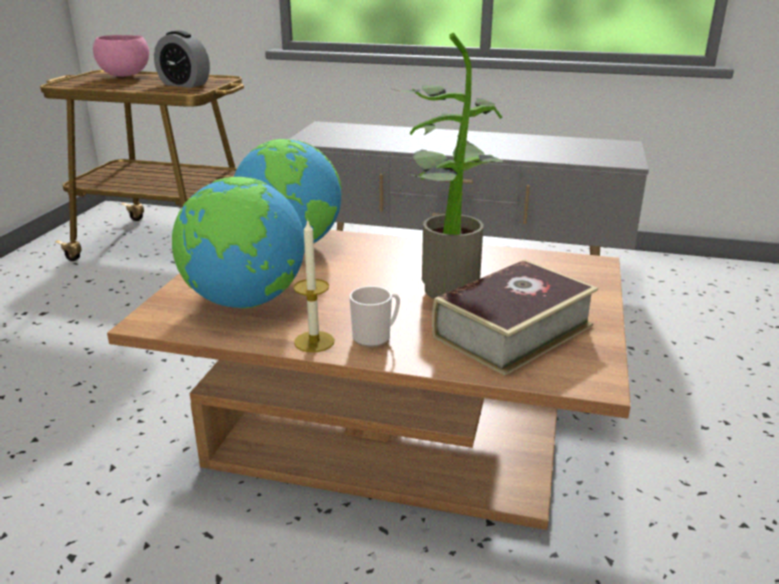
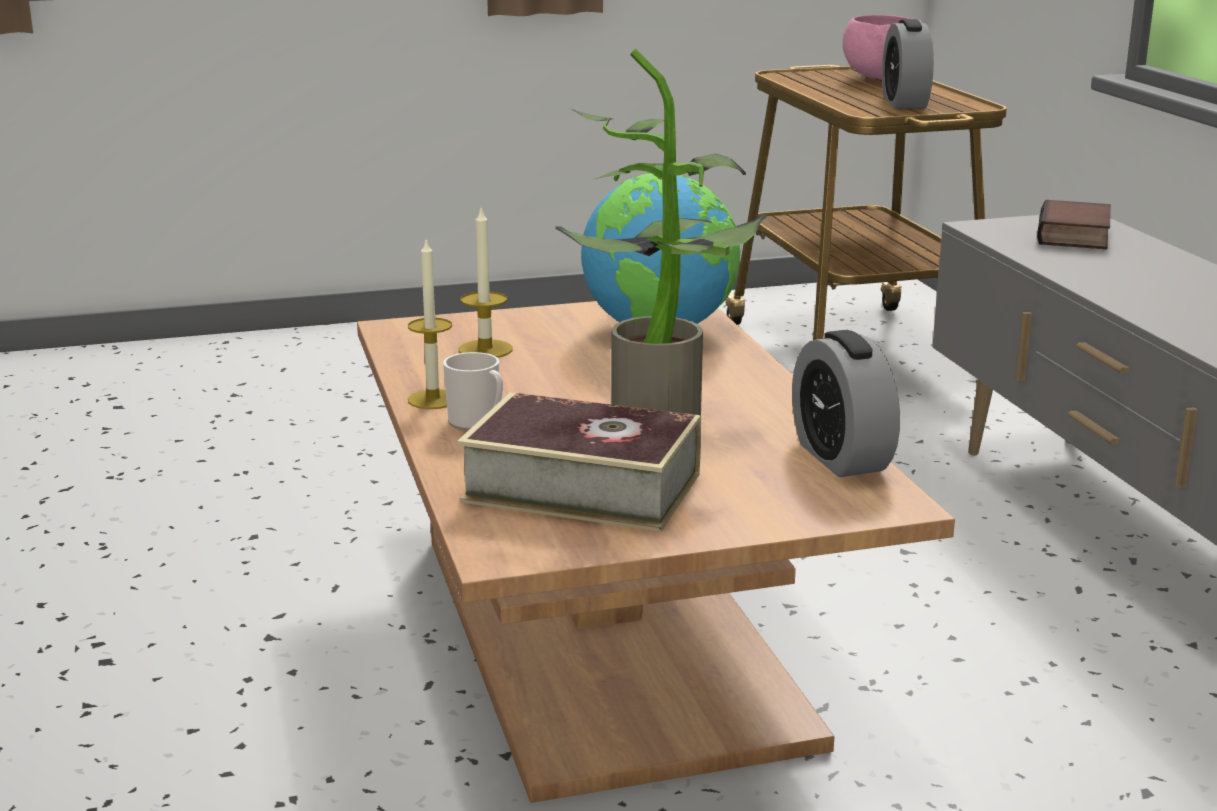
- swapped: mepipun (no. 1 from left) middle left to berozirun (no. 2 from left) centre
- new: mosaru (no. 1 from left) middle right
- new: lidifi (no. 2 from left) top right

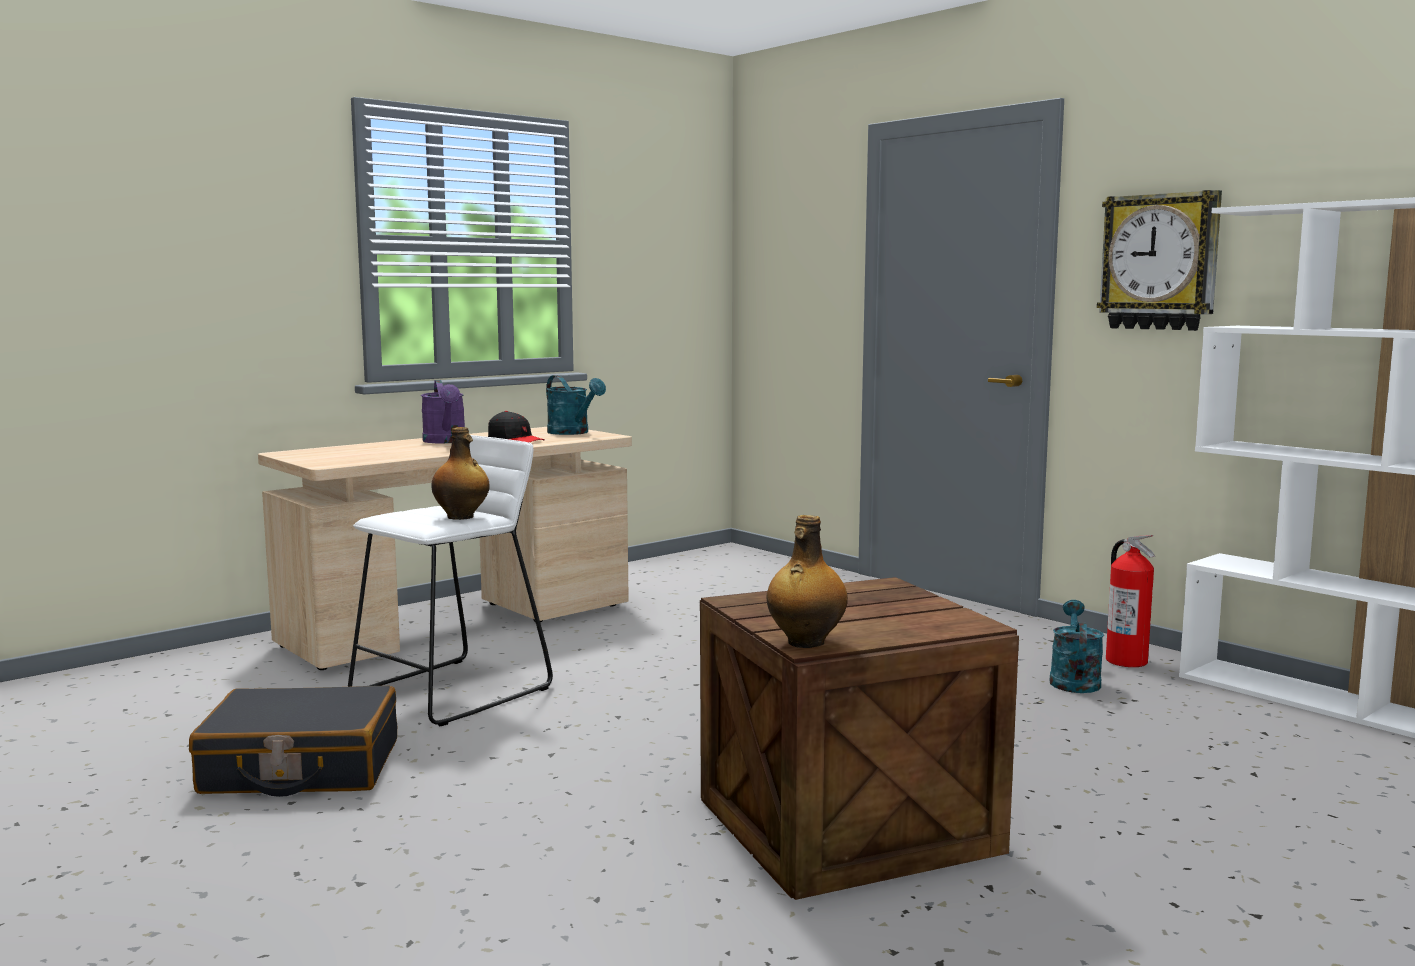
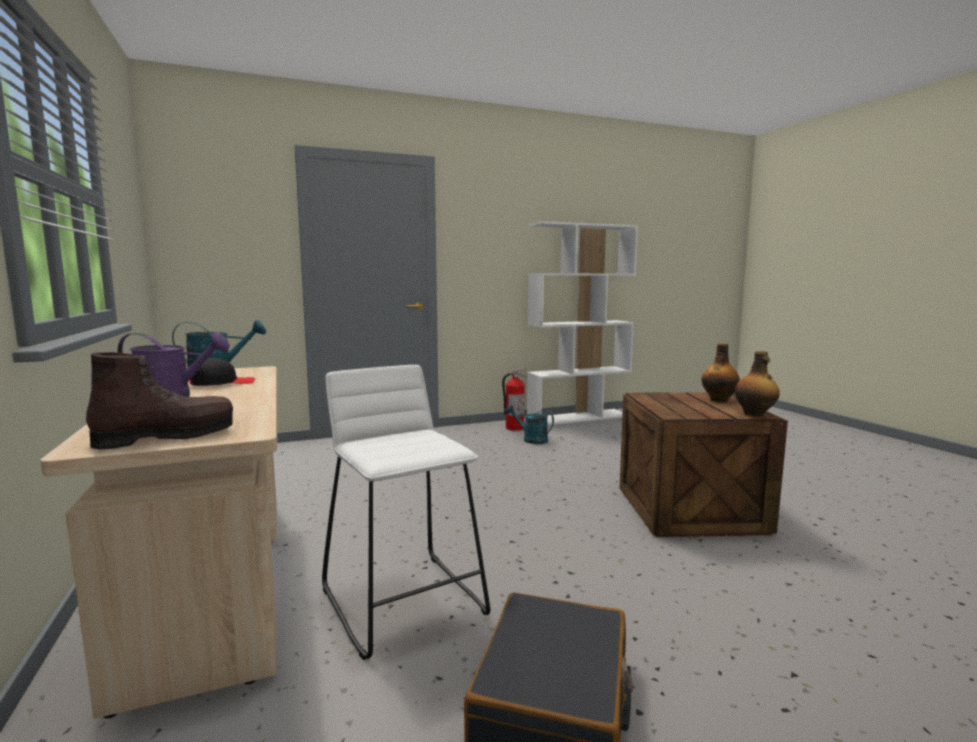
- shifted: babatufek (no. 1 from left) middle left to middle right
- gone: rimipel top right
- new: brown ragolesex middle left

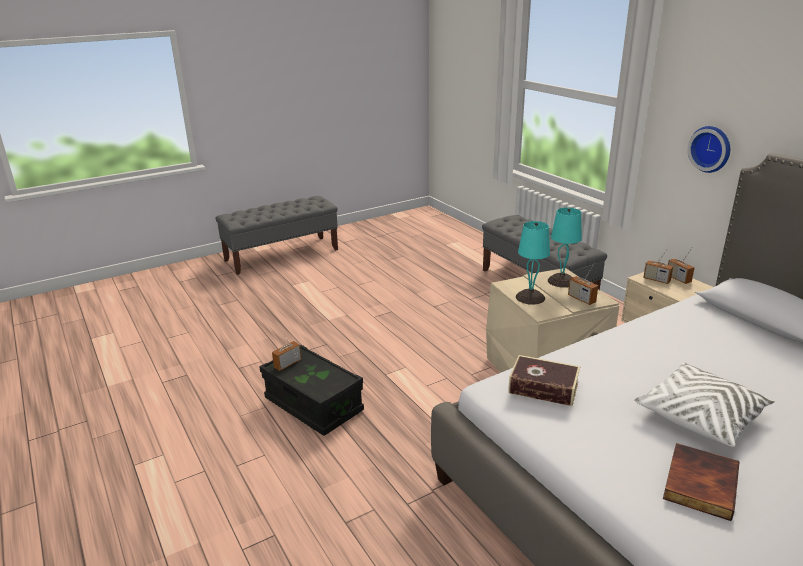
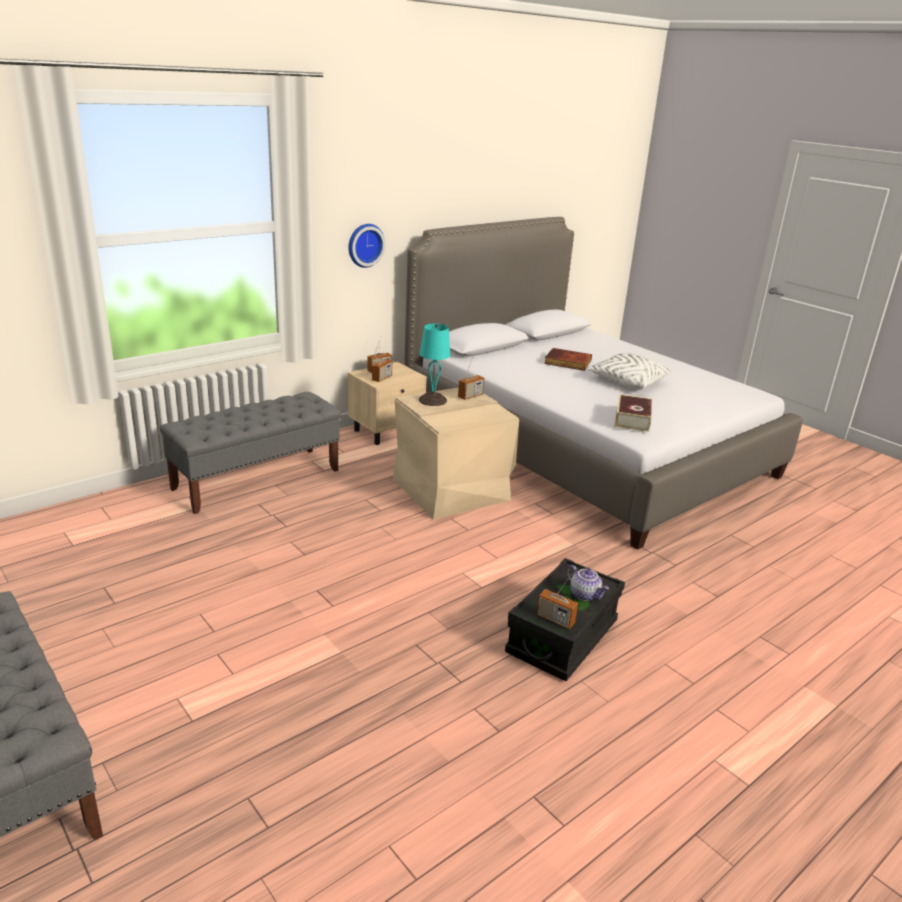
- gone: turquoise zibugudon (no. 1 from left) centre
- shifted: lidifi (no. 2 from left in the first image) bottom right to lidifi (no. 1 from left) centre
- new: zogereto centre

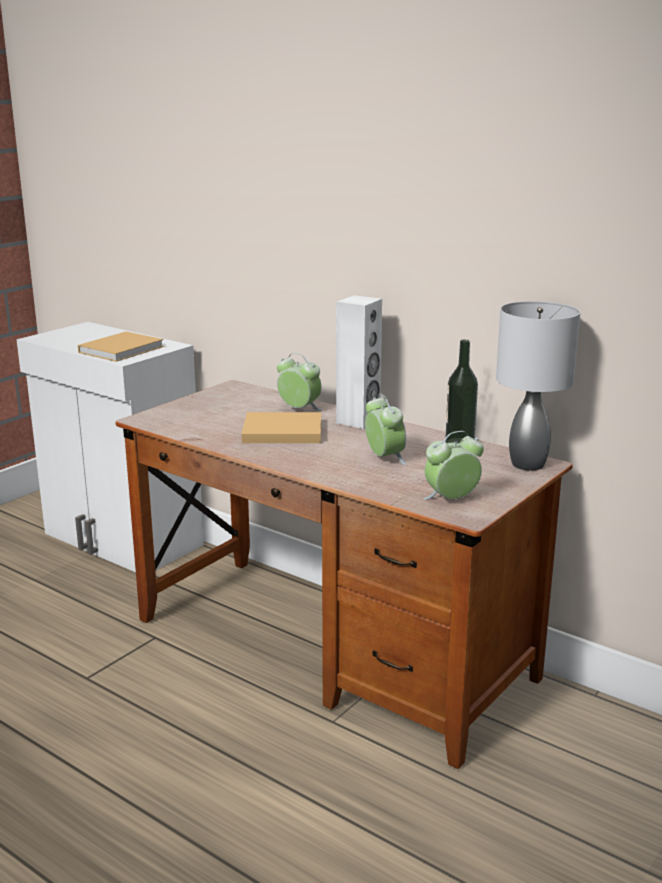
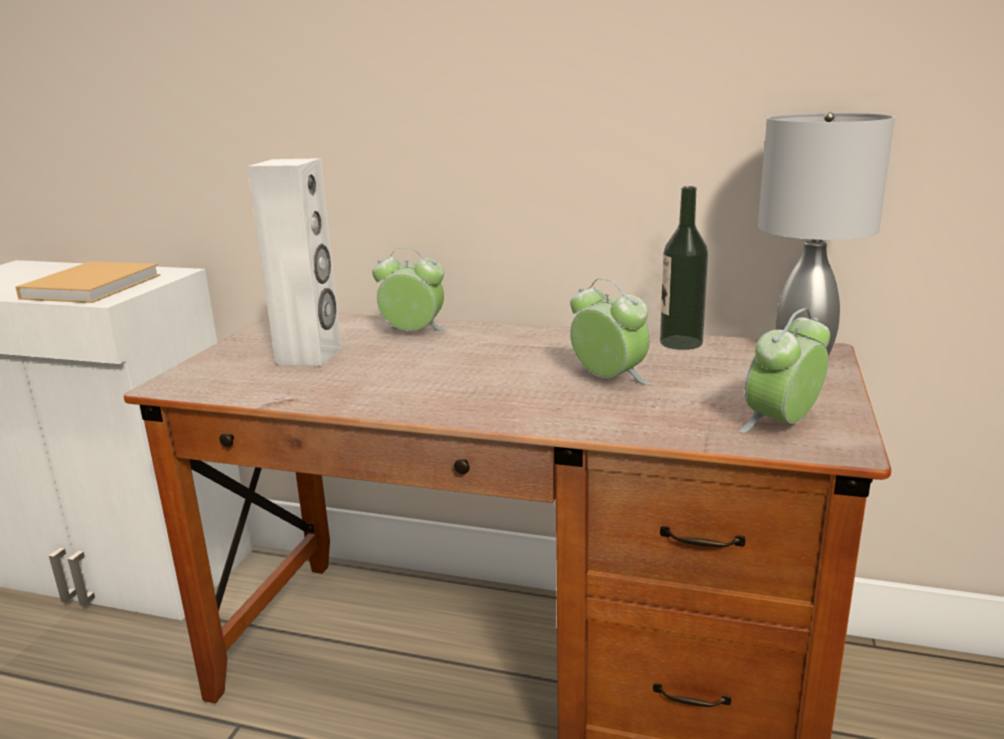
- gone: beige lidifi (no. 2 from left) centre
- shifted: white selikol centre to middle left

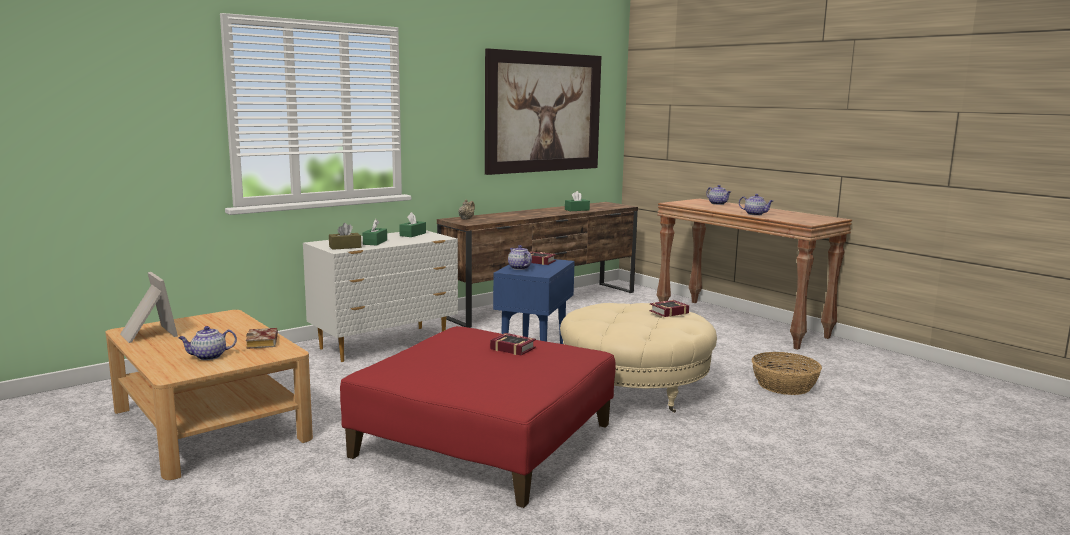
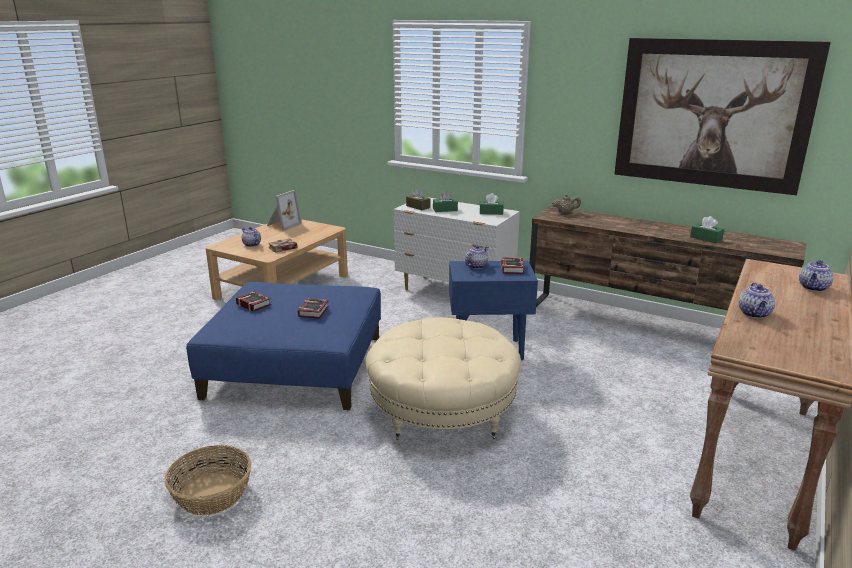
- repainted: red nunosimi bottom centre to blue nunosimi middle left
- shifted: lidifi (no. 4 from left in the first image) centre to lidifi (no. 1 from left) middle left
- shifted: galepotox bottom right to bottom left

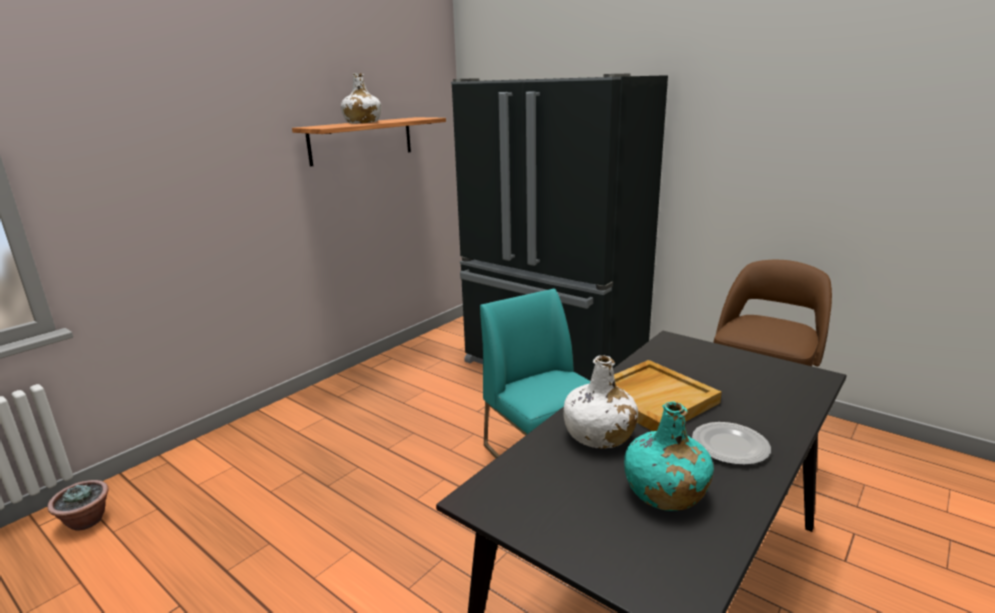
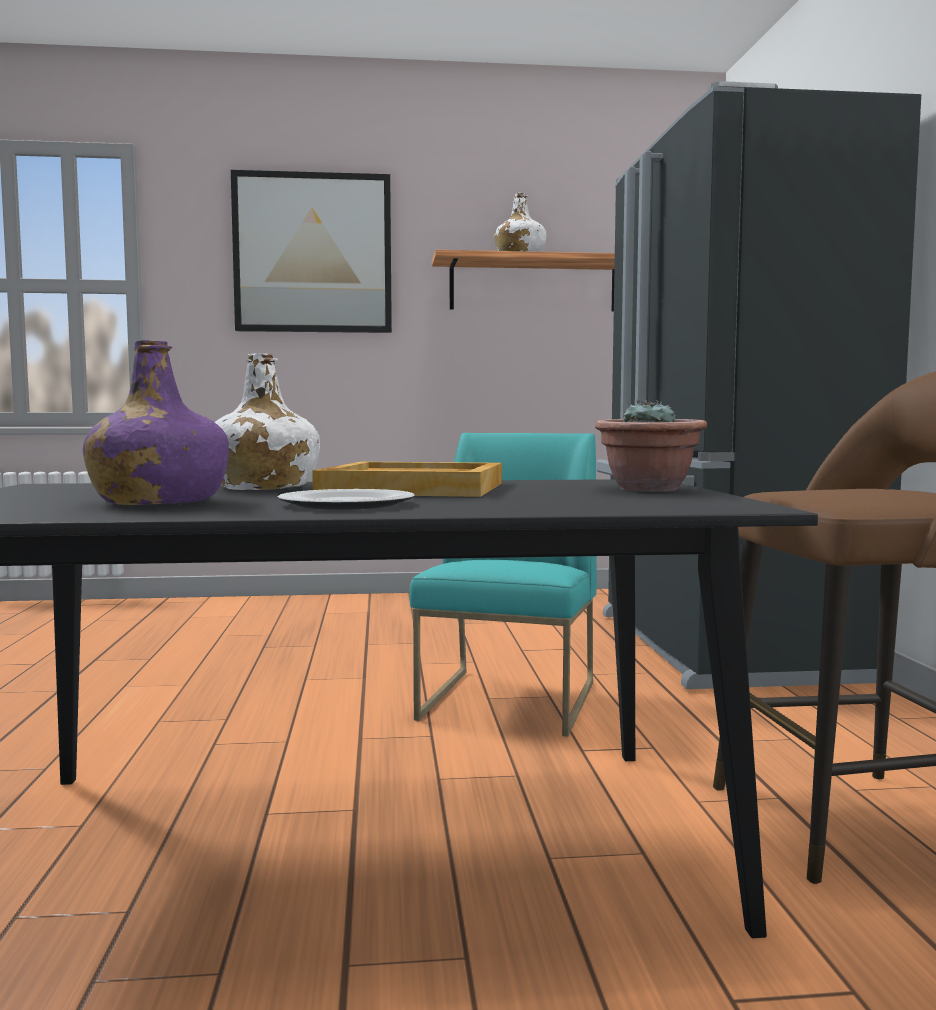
- shifted: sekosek bottom left to middle right
- repainted: turquoise babatufek bottom right to purple babatufek middle left
- new: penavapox top left

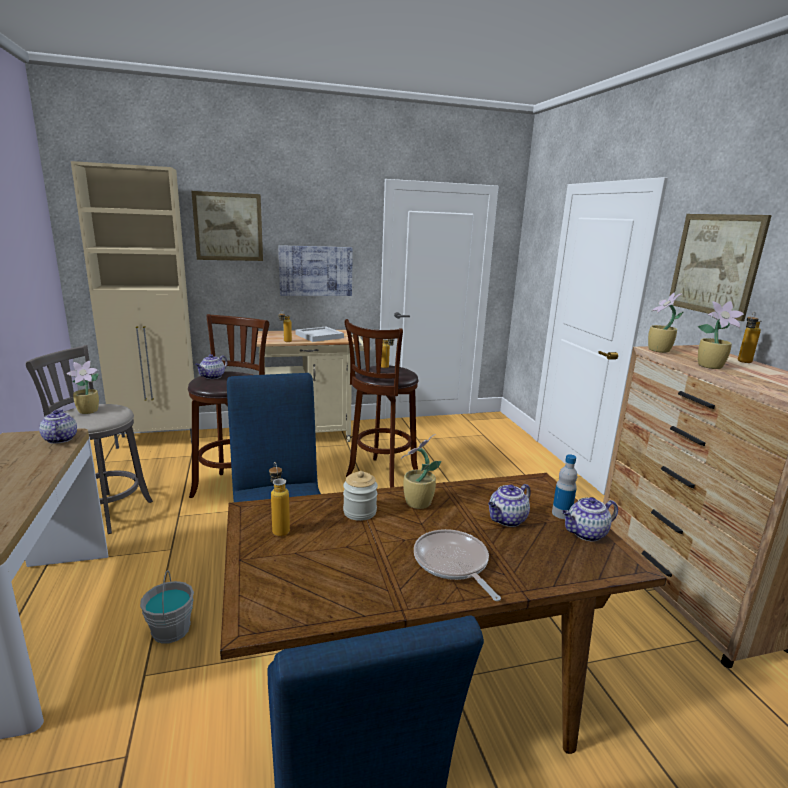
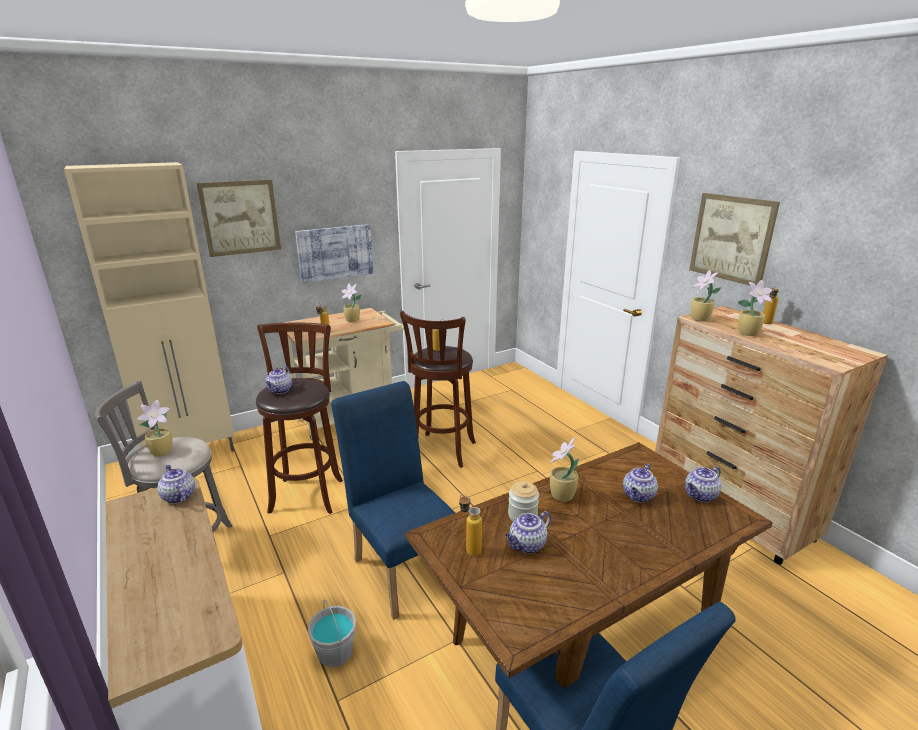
- swapped: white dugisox centre to sekosek (no. 2 from left) centre
- gone: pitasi bottom centre
- gone: babatufek (no. 4 from left) middle right
- new: zogereto (no. 3 from left) bottom centre

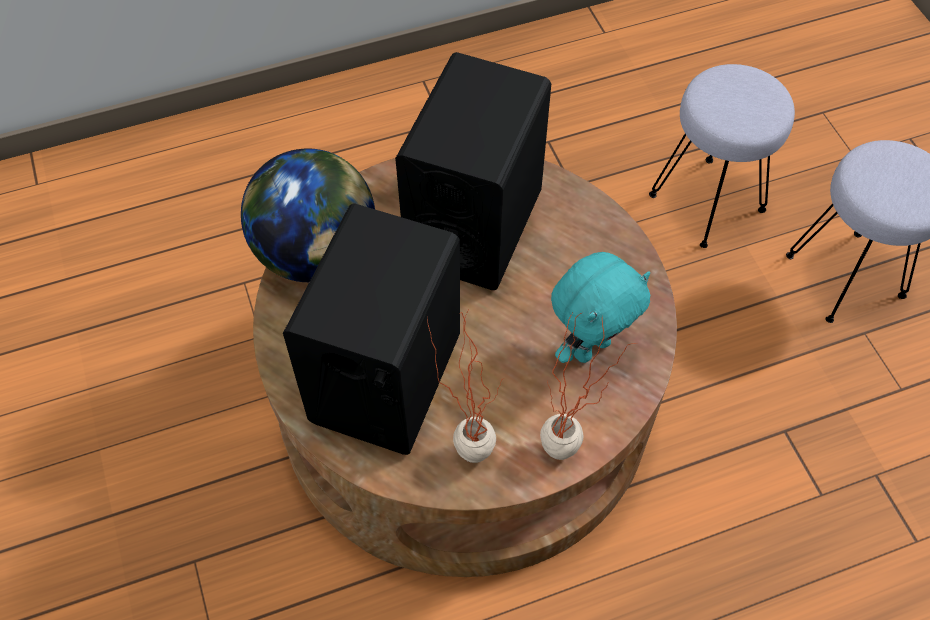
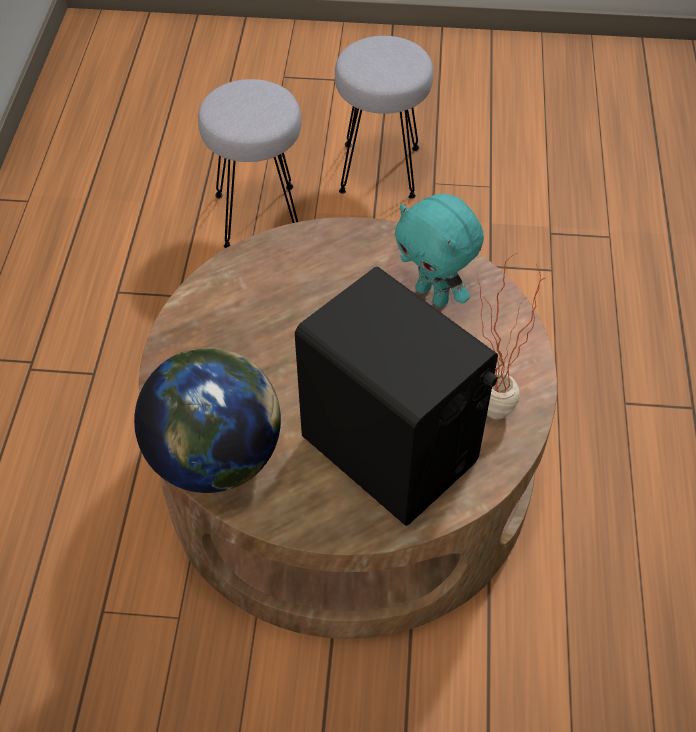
- gone: black selikol (no. 2 from left) top centre
- gone: sekosek (no. 2 from left) centre
- rotated: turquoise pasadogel centre = centre 150 degrees clockwise

